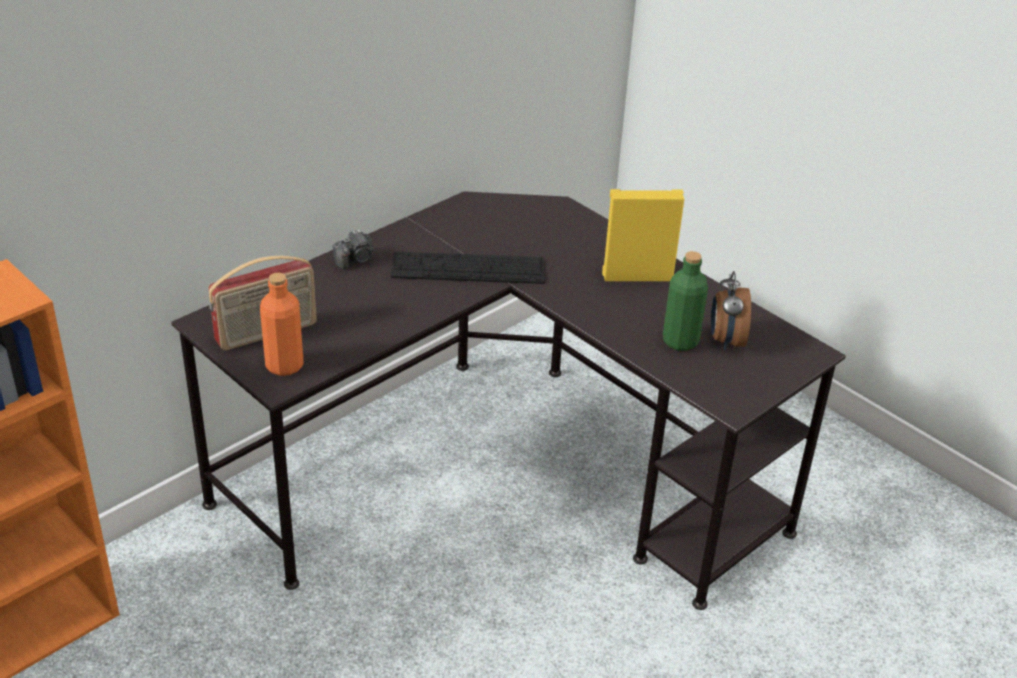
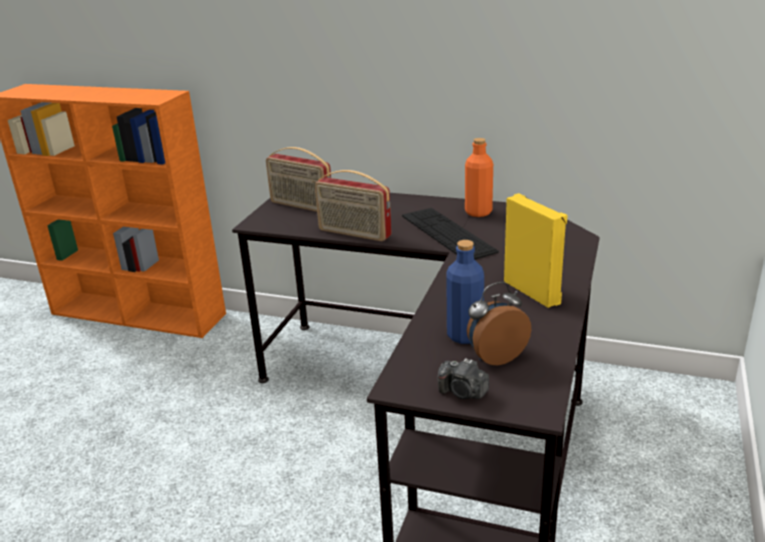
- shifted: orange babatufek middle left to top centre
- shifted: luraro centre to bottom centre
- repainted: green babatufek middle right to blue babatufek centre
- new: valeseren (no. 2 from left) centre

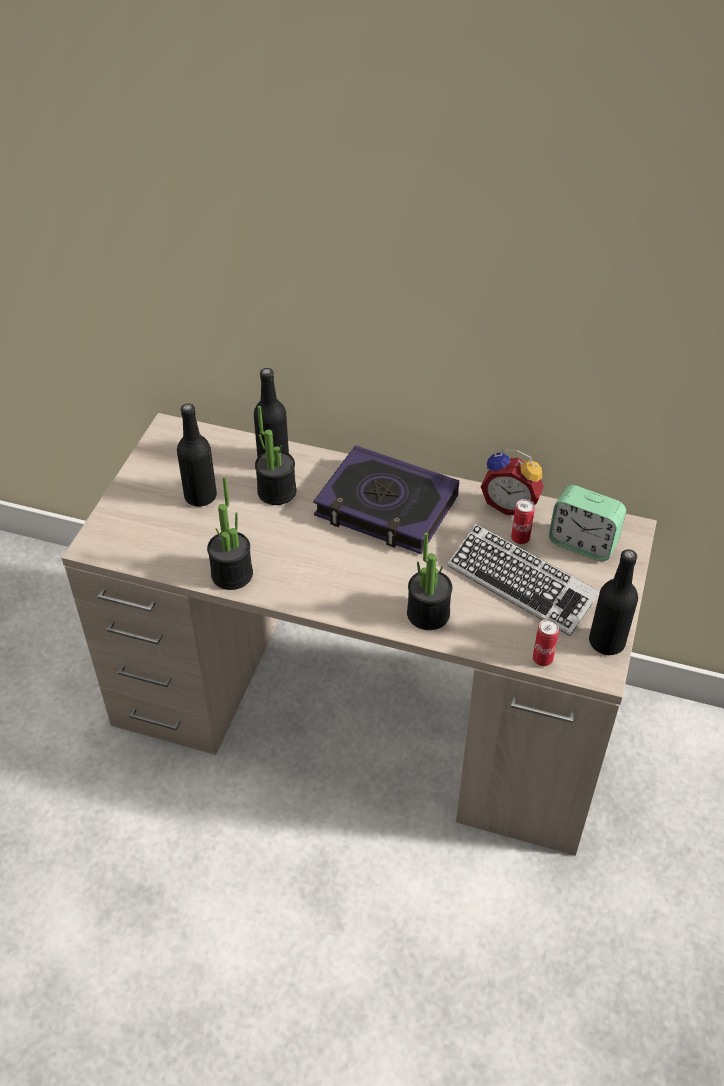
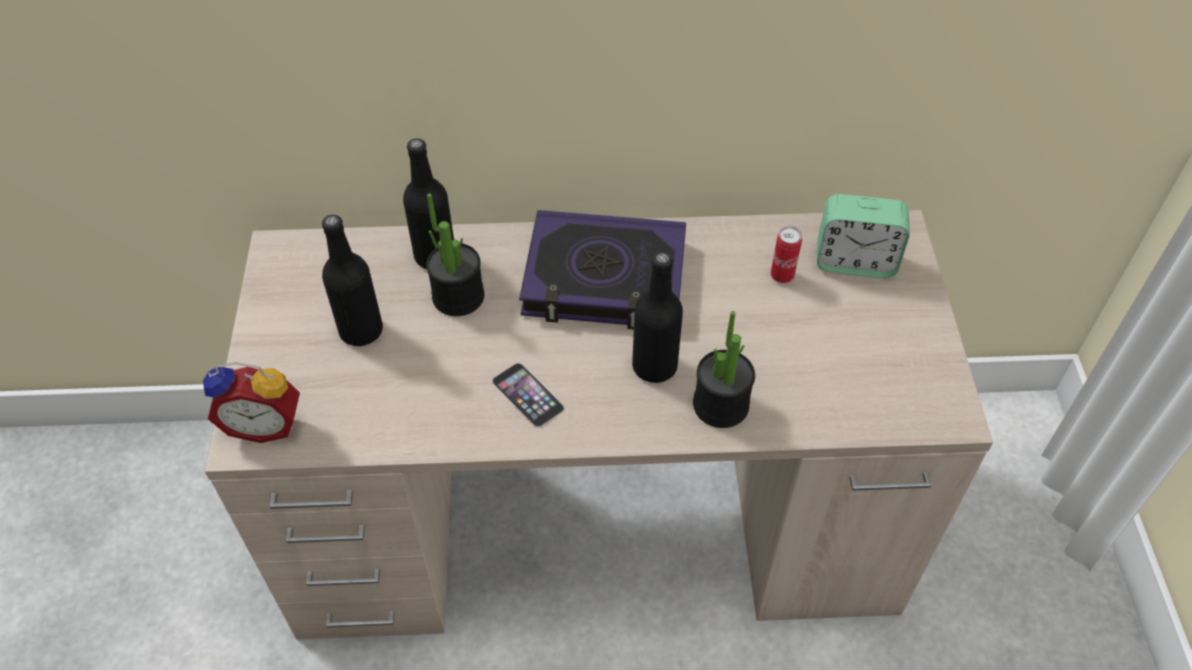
- gone: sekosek (no. 1 from left) middle left
- gone: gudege middle right
- shifted: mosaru (no. 1 from left) middle right to middle left
- gone: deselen (no. 2 from left) middle right
- shifted: black babatufek (no. 3 from left) middle right to centre
- new: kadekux centre

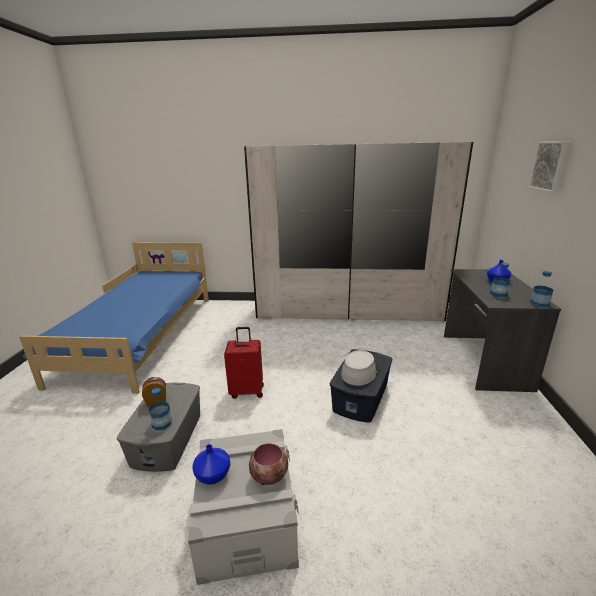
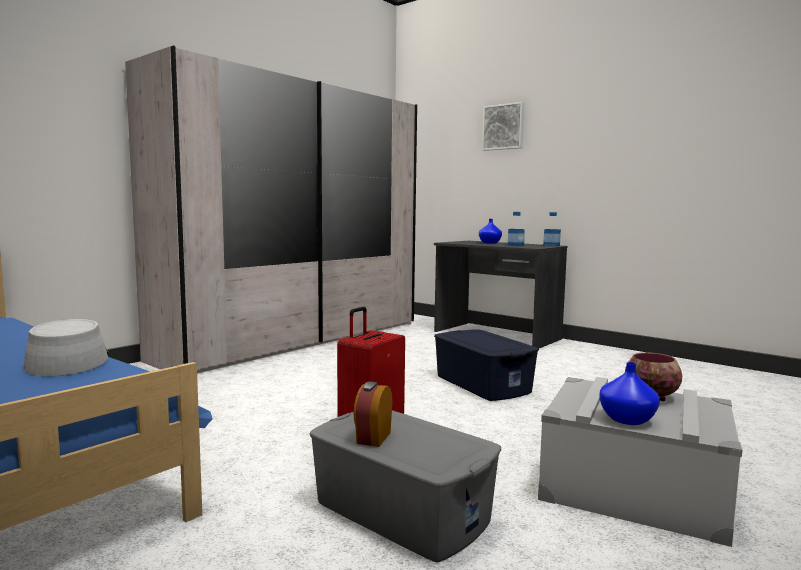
- gone: babatufek (no. 1 from left) bottom left
- shifted: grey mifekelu centre to middle left

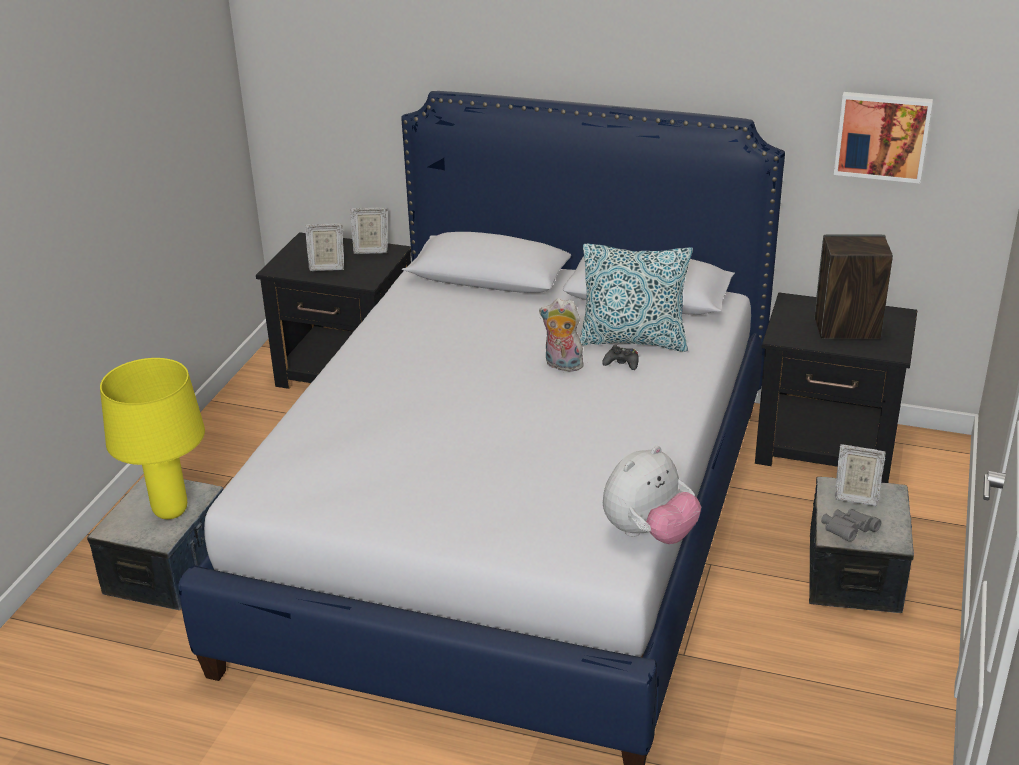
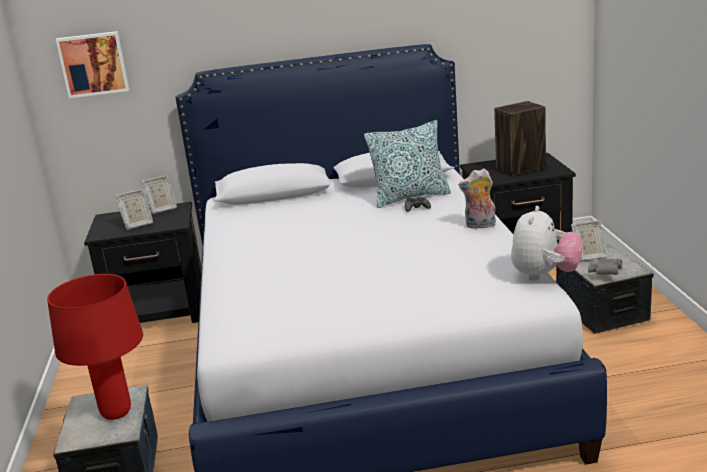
- repainted: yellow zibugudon middle left to red zibugudon bottom left
- shifted: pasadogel (no. 1 from left) centre to middle right
- shifted: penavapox top right to top left

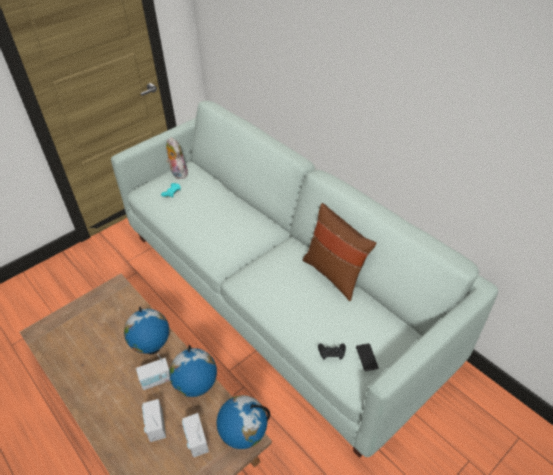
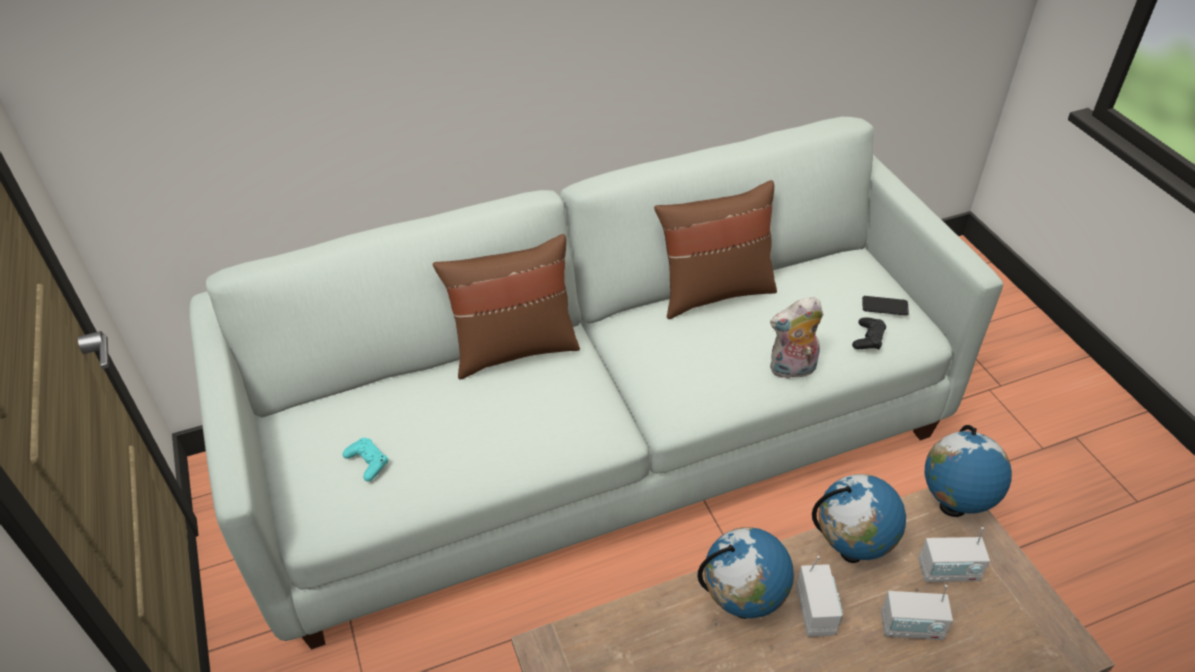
- shifted: pasadogel top left to centre
- new: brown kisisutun (no. 1 from left) centre

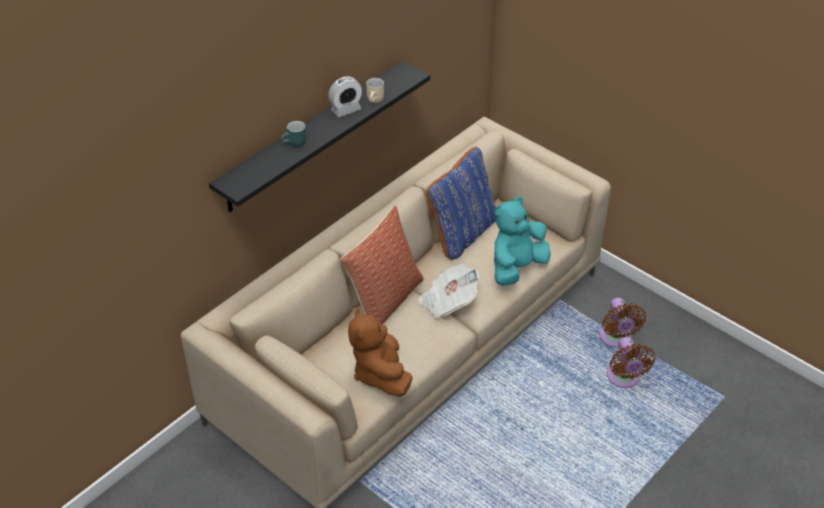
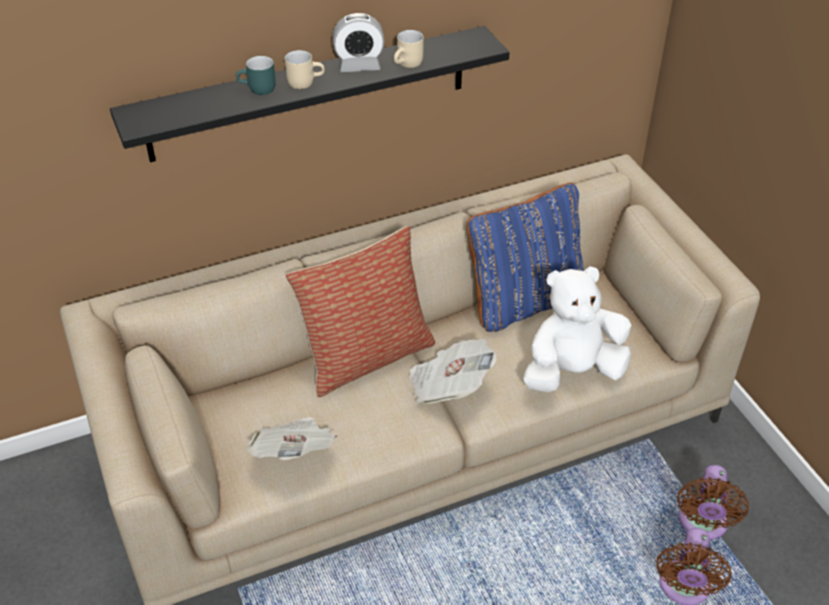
- swapped: brown pasadogel bottom centre to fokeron (no. 1 from left) bottom centre
- repainted: turquoise pasadogel centre to white pasadogel middle right
- new: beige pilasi (no. 1 from left) top centre

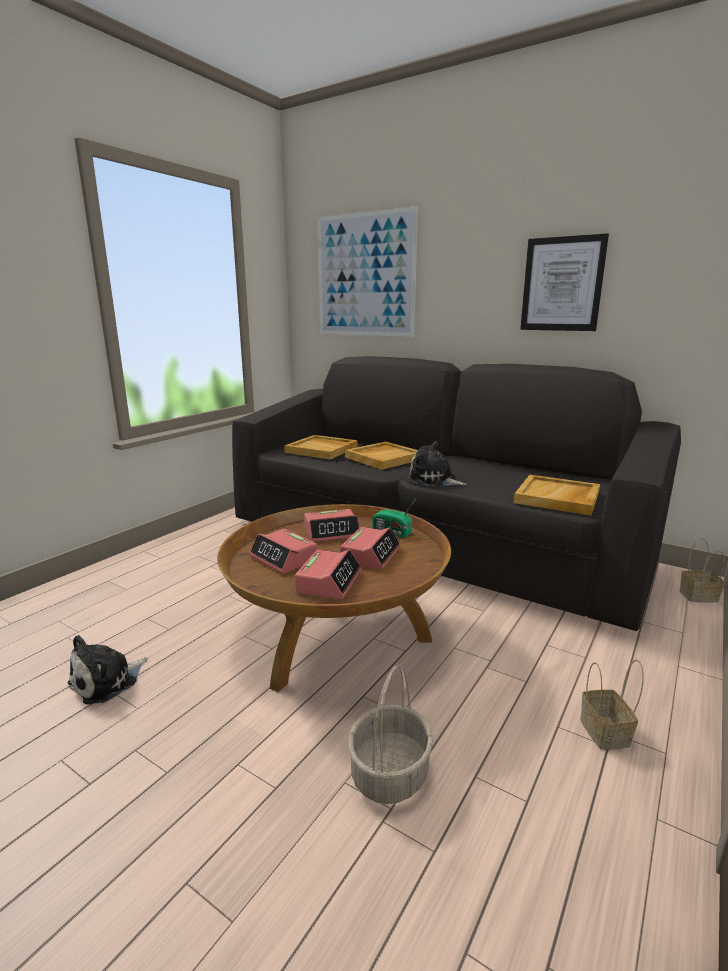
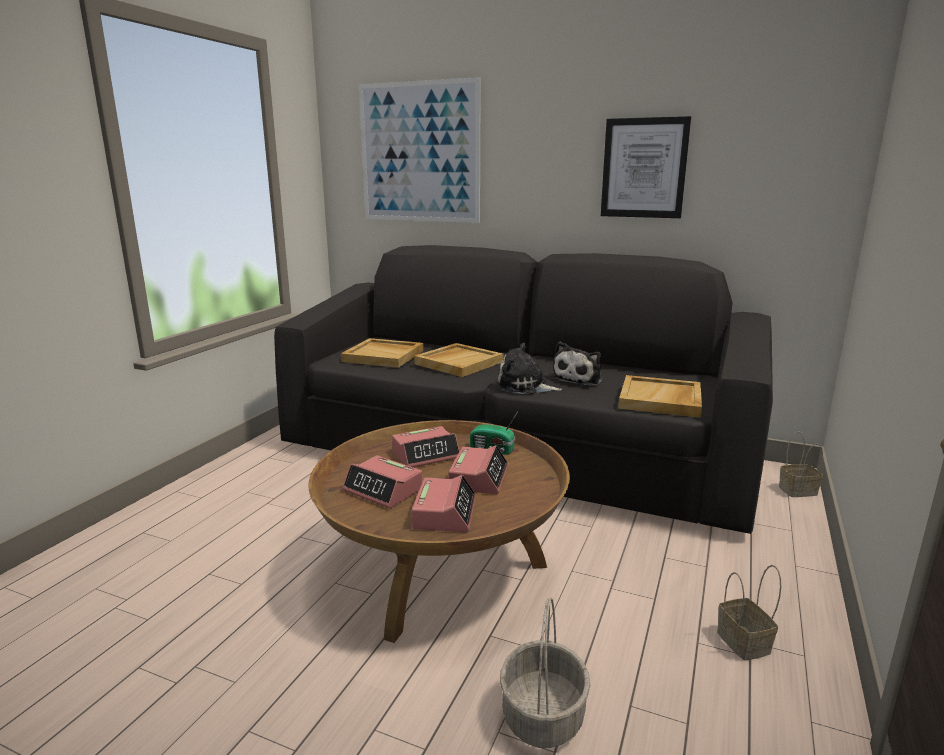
- shifted: pasadogel (no. 1 from left in the first image) bottom left to pasadogel (no. 2 from left) centre

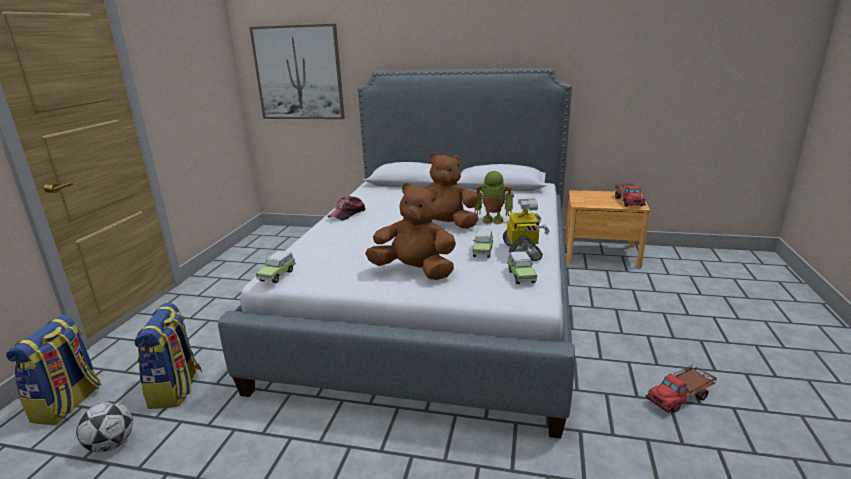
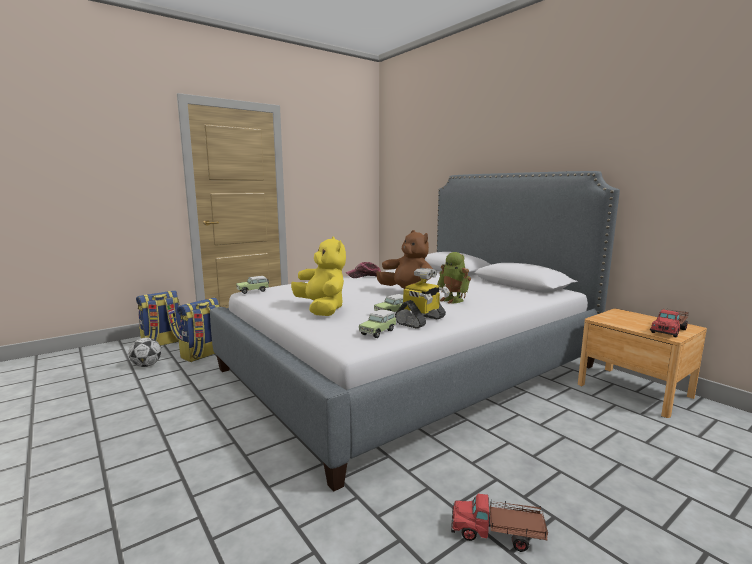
- gone: penavapox top centre
- repainted: brown pasadogel (no. 1 from left) centre to yellow pasadogel centre

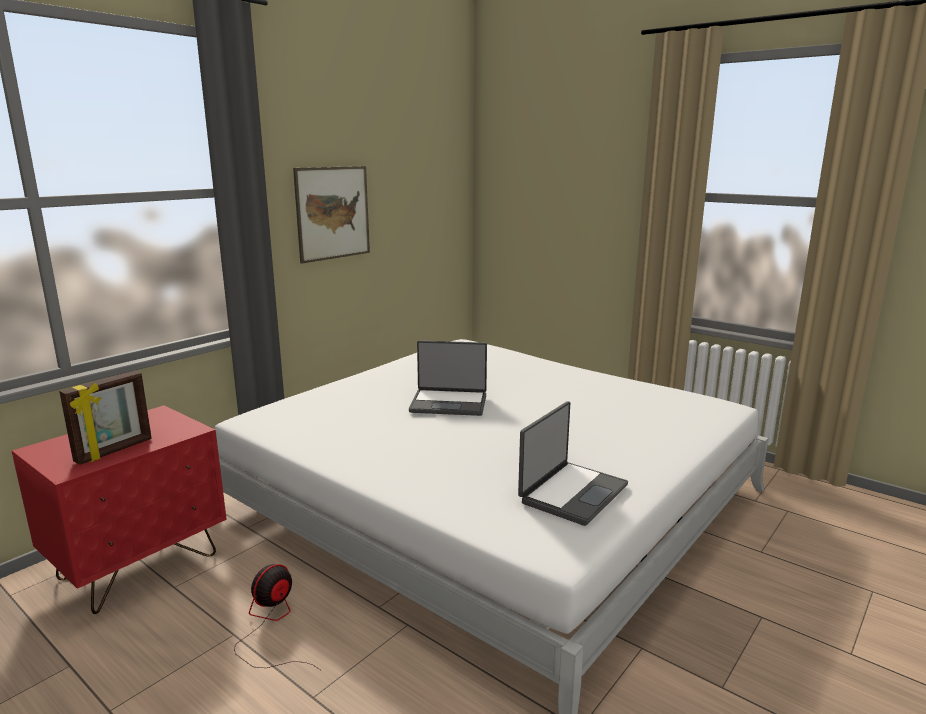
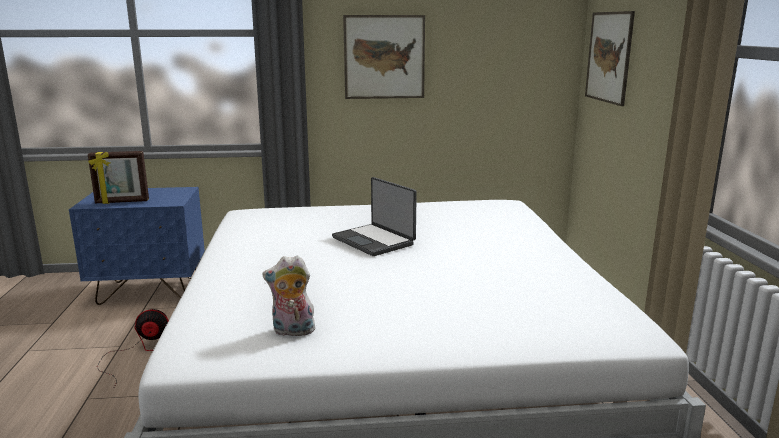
- repainted: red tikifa bottom left to blue tikifa middle left
- swapped: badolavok (no. 2 from left) centre to pasadogel bottom centre
- new: penavapox (no. 2 from left) top right

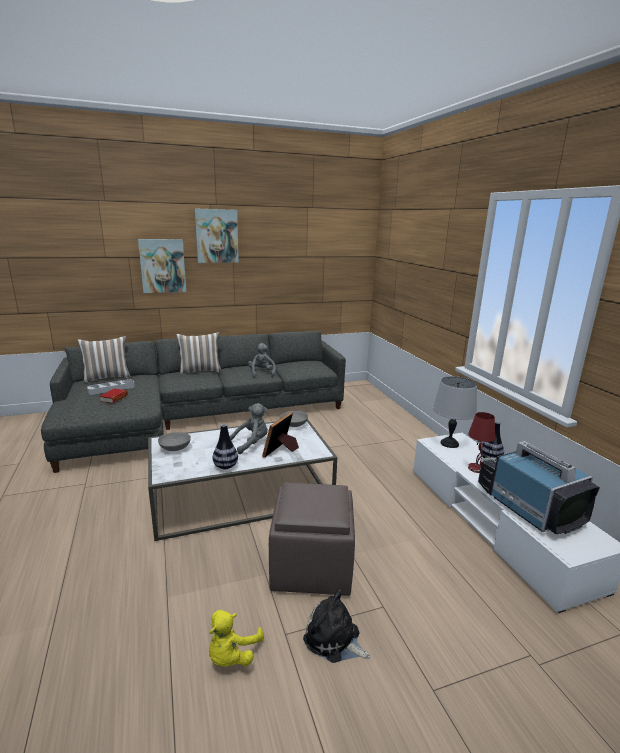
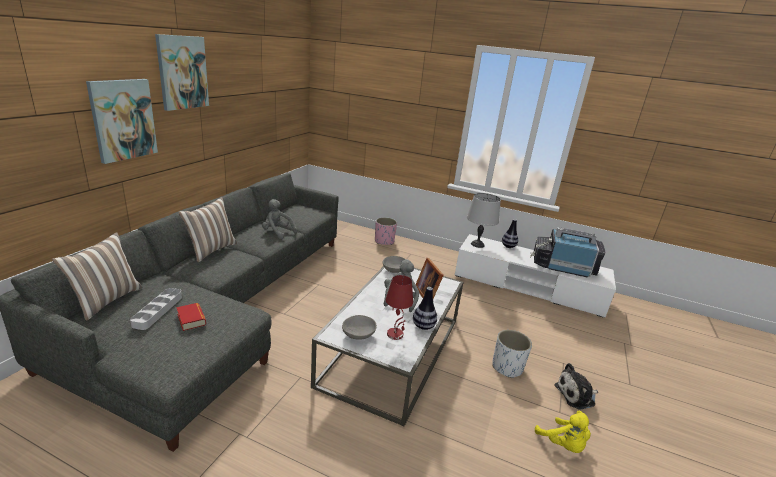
- swapped: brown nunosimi bottom centre to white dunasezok bottom centre
- shifted: red zibugudon middle right to centre
- new: pink dunasezok centre

